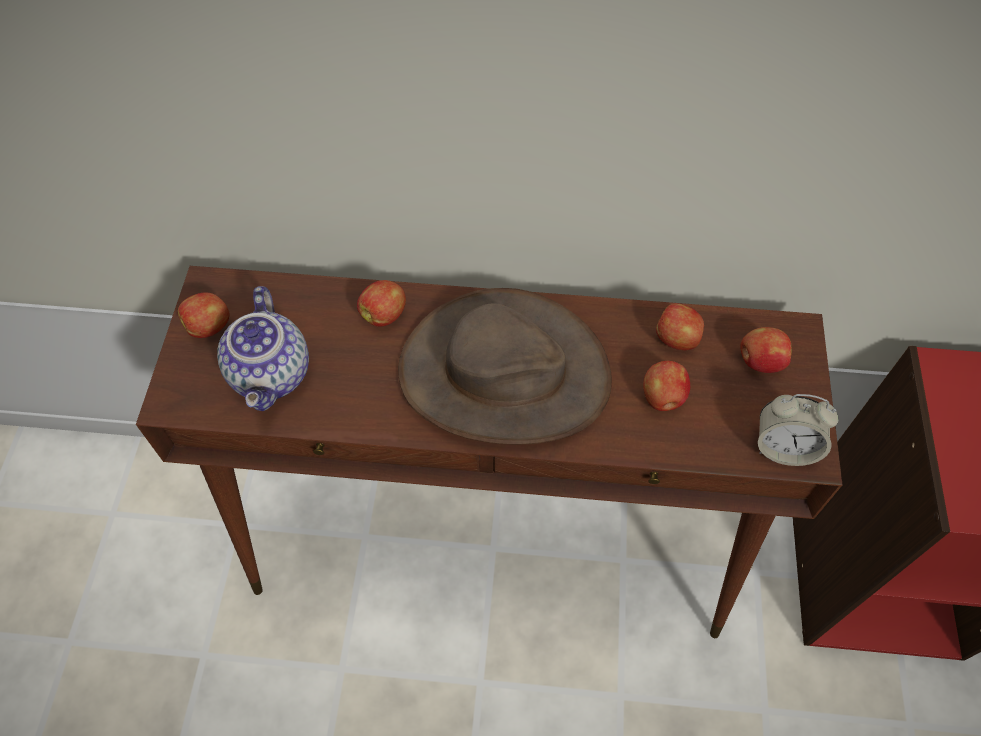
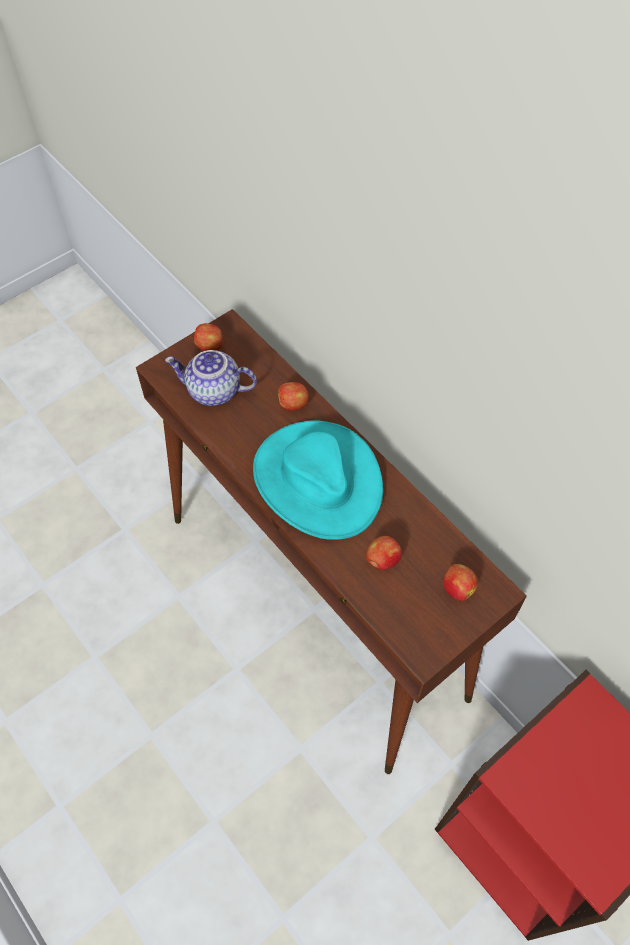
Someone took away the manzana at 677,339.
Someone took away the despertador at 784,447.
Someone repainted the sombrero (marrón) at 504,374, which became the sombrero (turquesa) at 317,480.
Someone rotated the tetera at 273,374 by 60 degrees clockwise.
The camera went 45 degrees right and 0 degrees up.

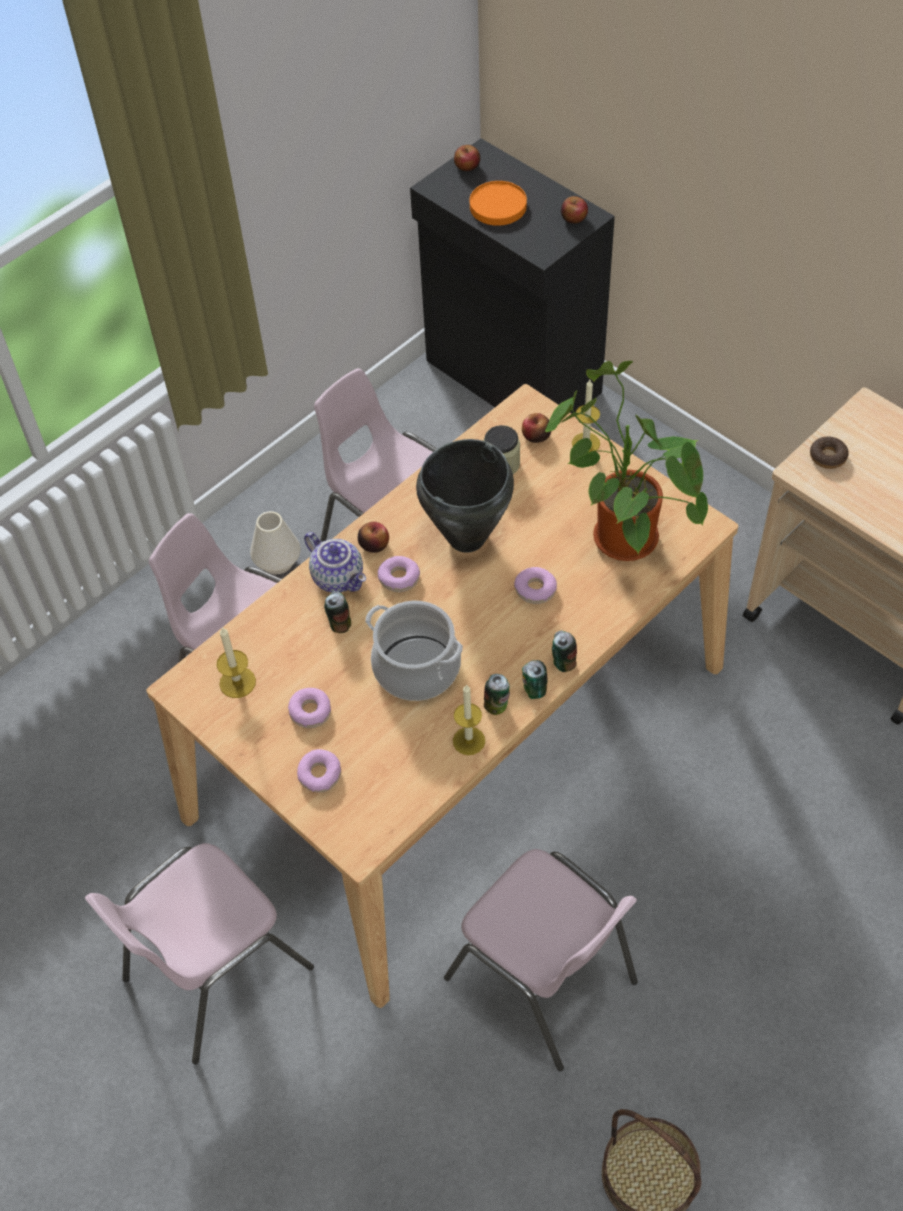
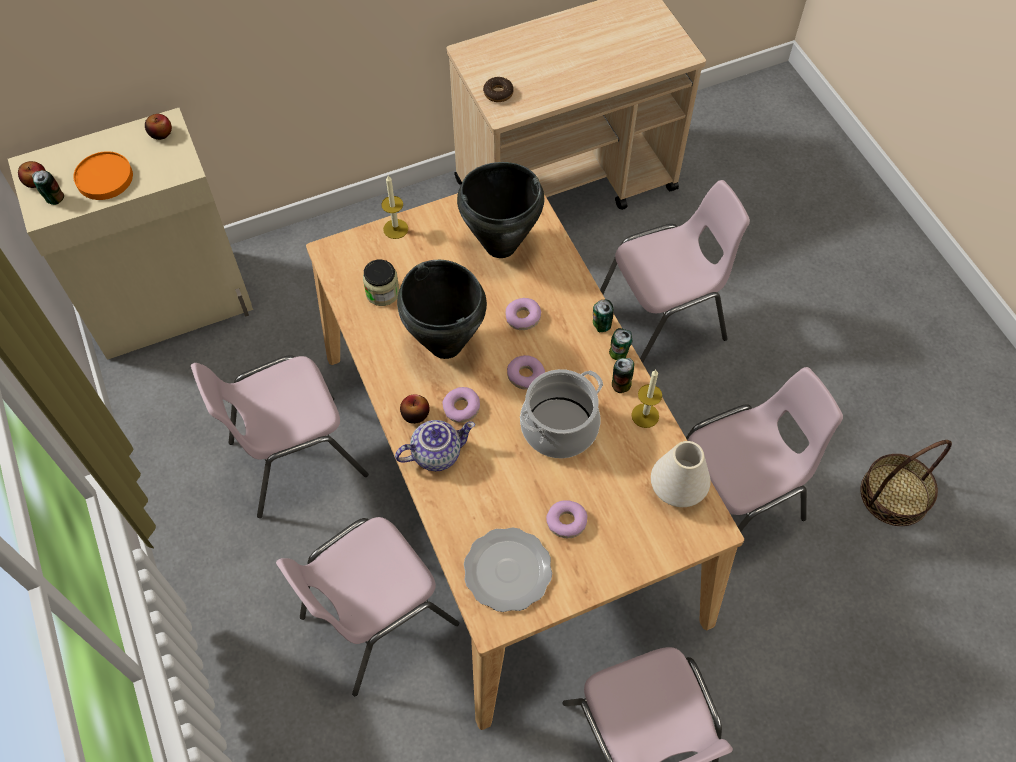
Someone took away the manzana at 536,436.
Someone put down the silla (rosa) at 662,324.
Someone carried the florero (blanco) from 277,561 to 677,489.
Someone carried the rosquilla from 319,775 to 525,376.
Someone carried the lata from 339,624 to 54,198.
Someone swapped the vela at 237,682 for the plato at 509,571.
Someone swapped the planta en maceta at 617,536 for the olla (negro) at 500,245.
Someone repainted the armario (negro) at 512,378, which became the armario (beis) at 173,305.
The camera went 70 degrees left and 5 degrees up.

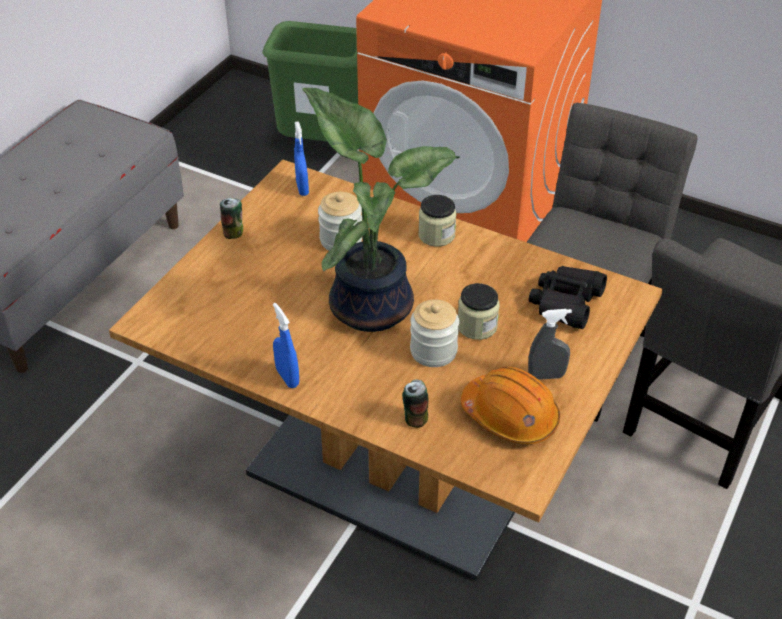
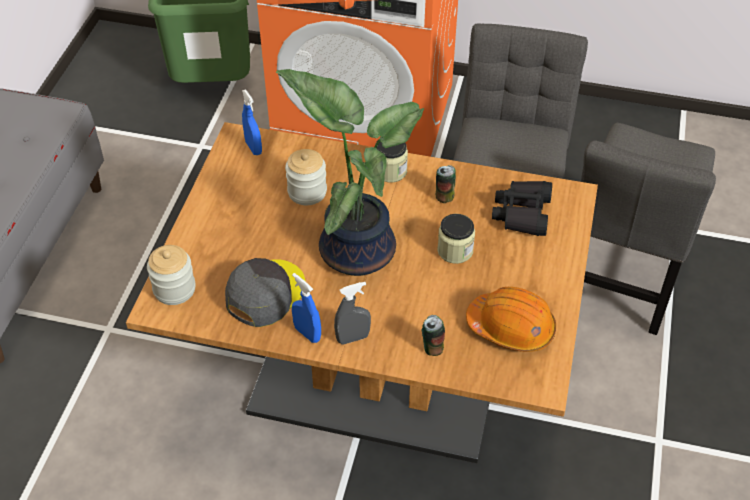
Someone put down the gorra (gris) at 265,293.
Someone carried the lata from 234,233 to 444,196.
Someone carried the tarro from 433,351 to 174,289.
Someone carried the pulverizador (gris) from 546,376 to 353,338.
The camera went 15 degrees left and 5 degrees up.

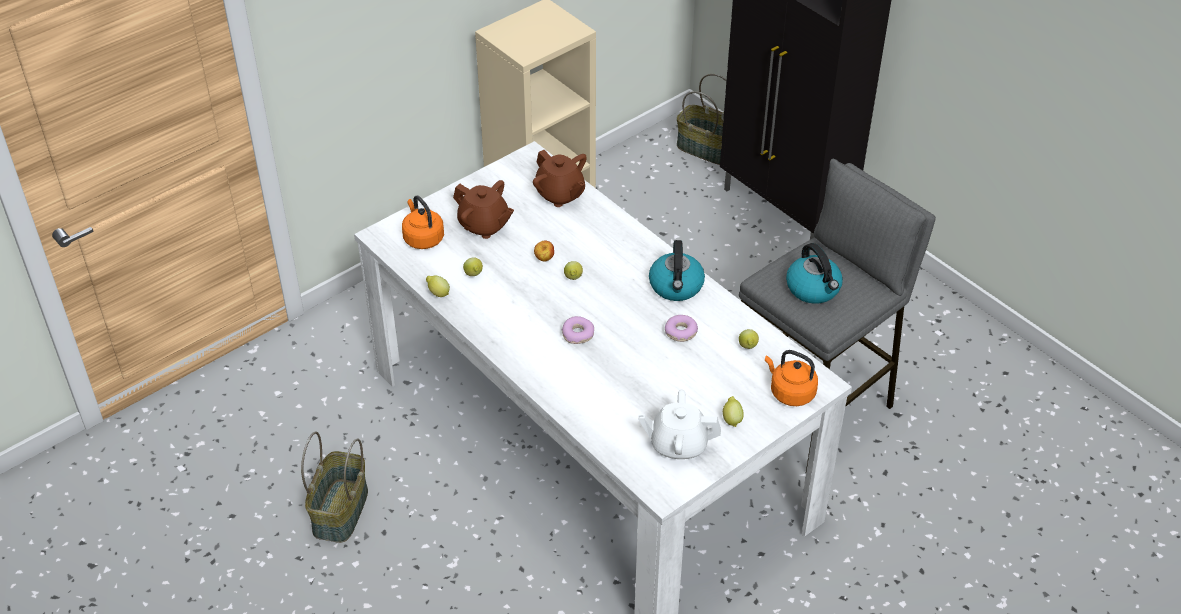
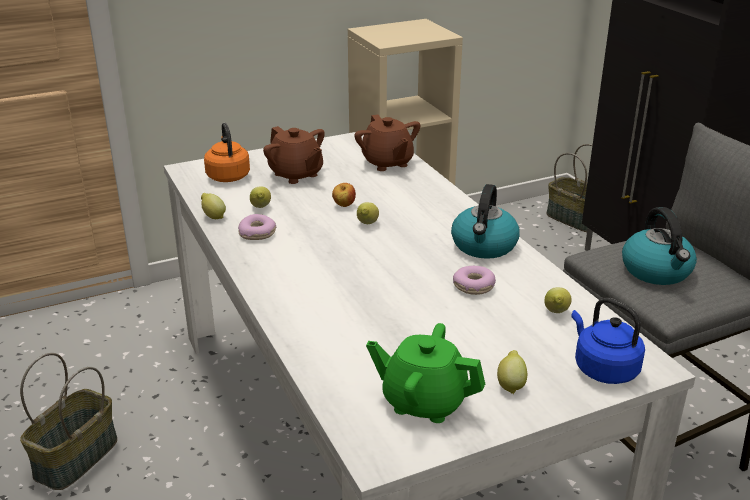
Someone carried the rosquilla from 578,334 to 257,233.
Someone repainted the tetera (blanco) at 678,445, which became the tetera (verde) at 423,401.
Someone repainted the hervidor (naranja) at 790,392, which became the hervidor (azul) at 603,368.
The camera went 15 degrees right and 15 degrees down.

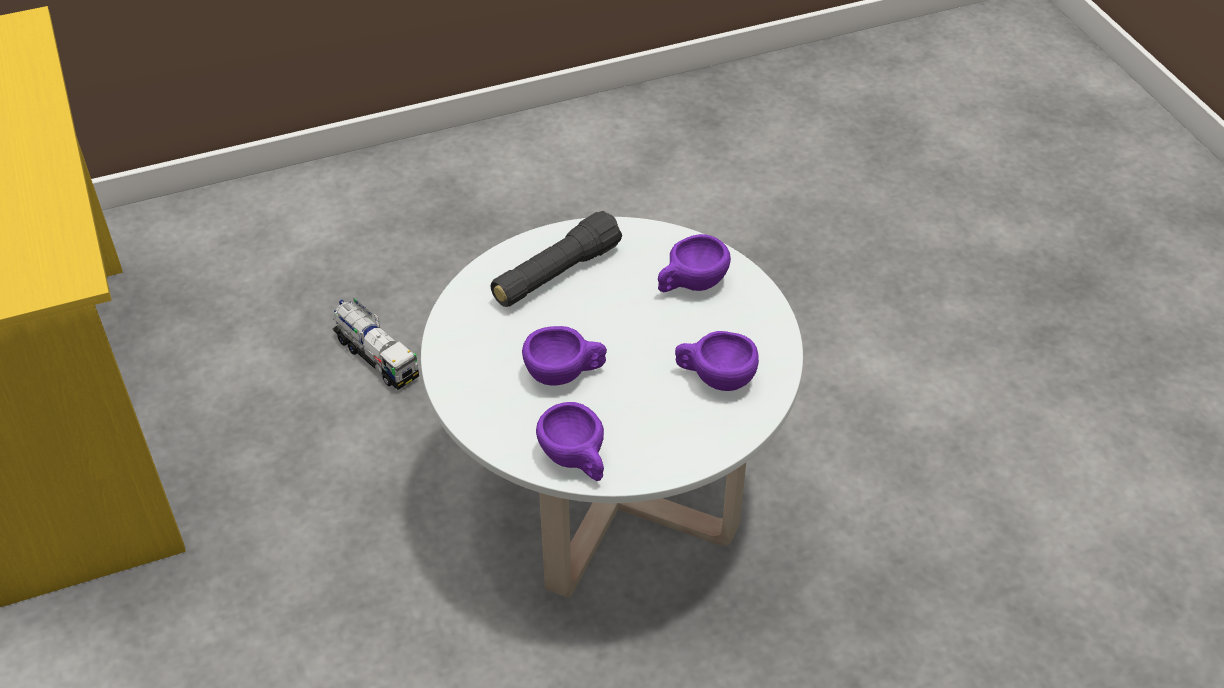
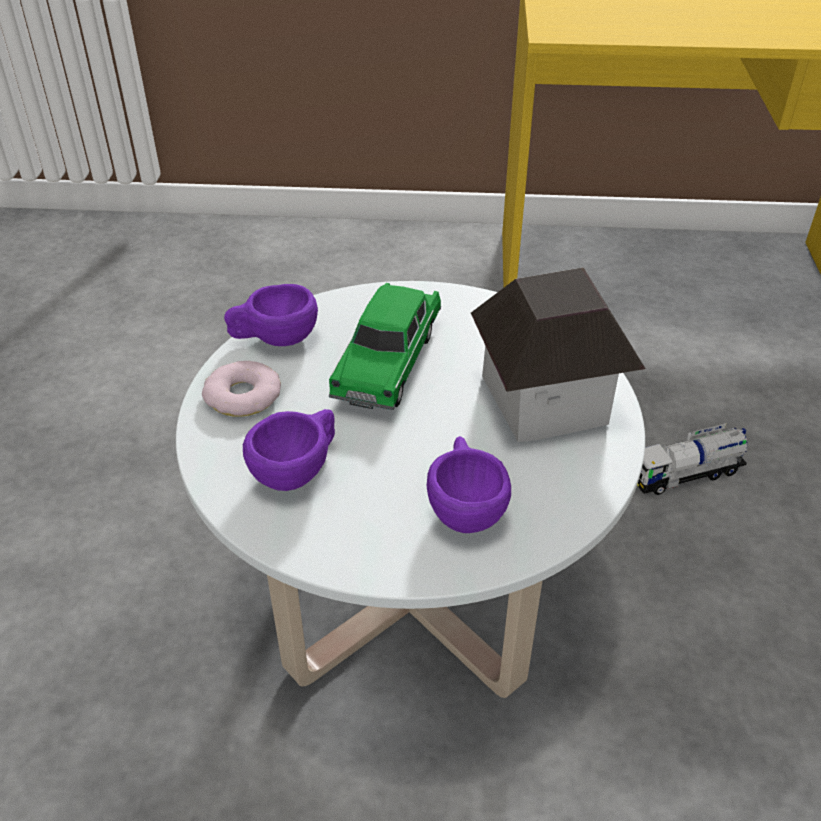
Someone put down the rosquilla at 242,396.
Someone swapped the linterna (negro) at 556,274 for the casita at 546,399.
Someone swapped the taza (morado) at 565,373 for the coche de juguete (verde) at 388,363.
The camera went 115 degrees right and 5 degrees down.

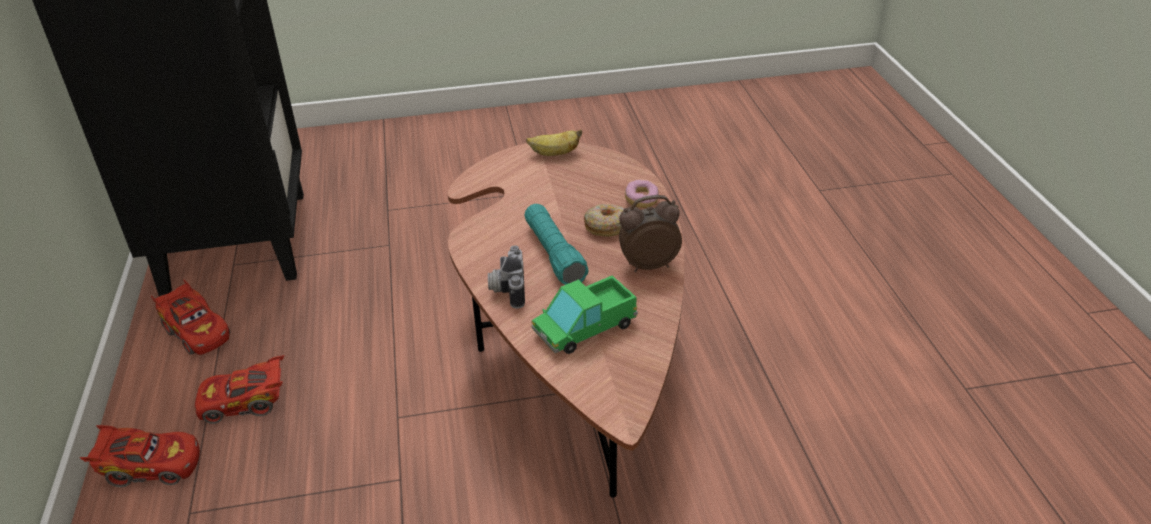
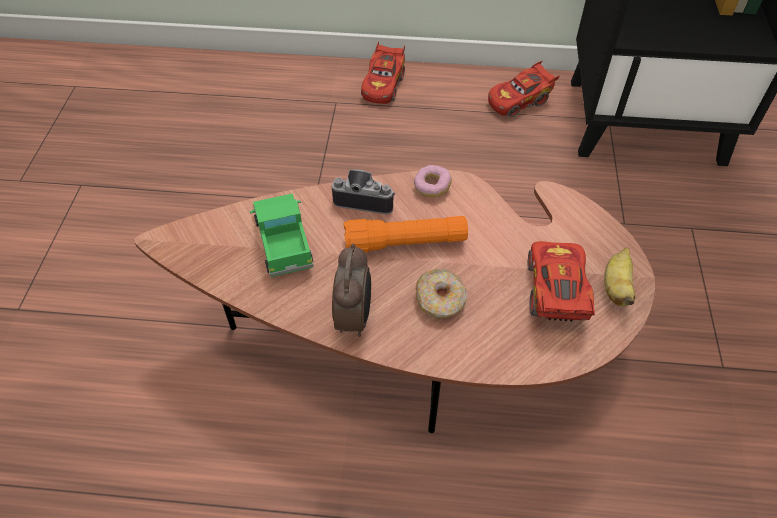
Someone carried the coche de juguete (rojo) from 245,403 to 556,293.
Someone carried the rosquilla from 641,200 to 432,187.
Someone repainted the linterna (turquesa) at 554,254, which became the linterna (naranja) at 405,243.
The camera went 105 degrees right and 15 degrees up.

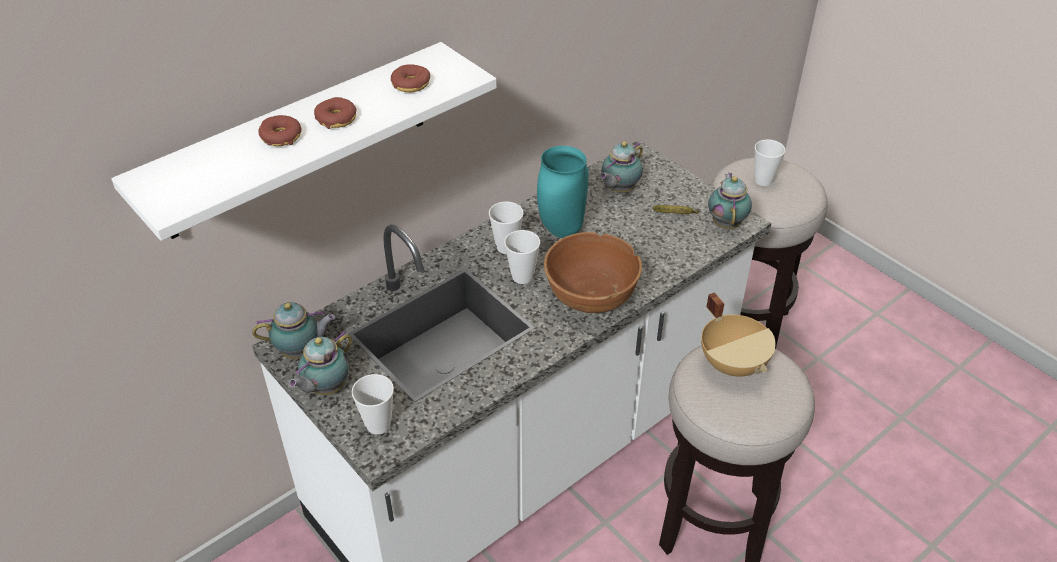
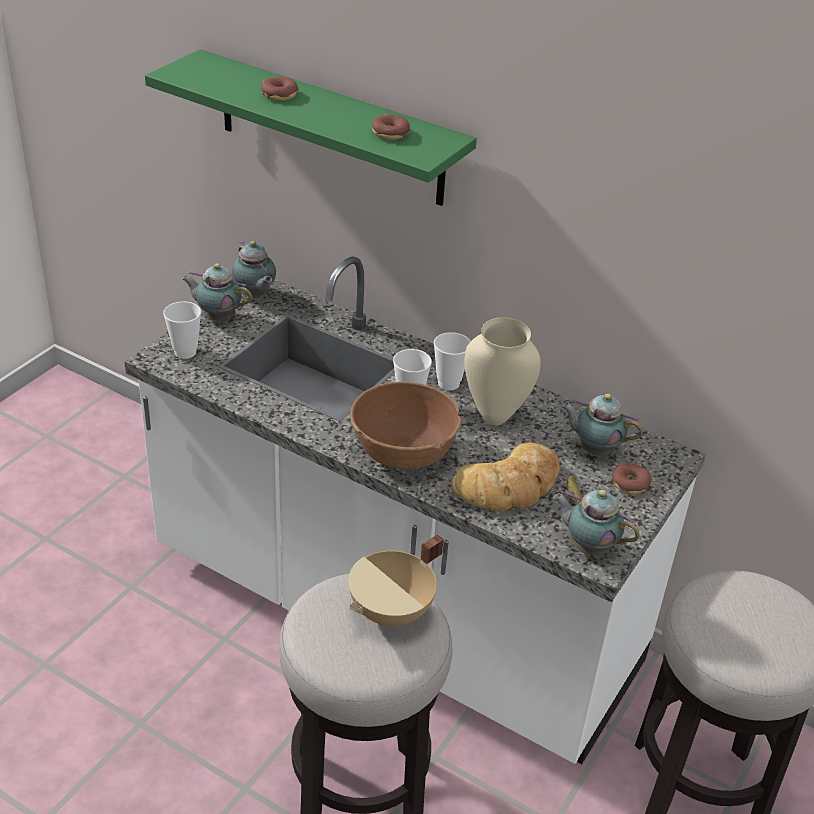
Someone took away the taza at 763,180.
Someone put down the pan at 509,486.
Someone carried the rosquilla from 336,119 to 630,484.
Someone repainted the estante (blanco) at 297,141, which became the estante (verde) at 330,128.
Someone repainted the florero (turquesa) at 560,230, which became the florero (beis) at 496,415.
Someone rotated the tetera at 726,223 by 135 degrees counterclockwise.
The camera went 70 degrees right and 5 degrees down.

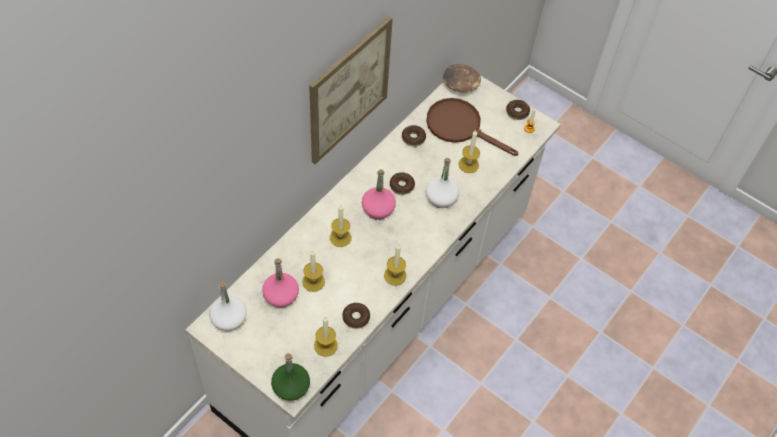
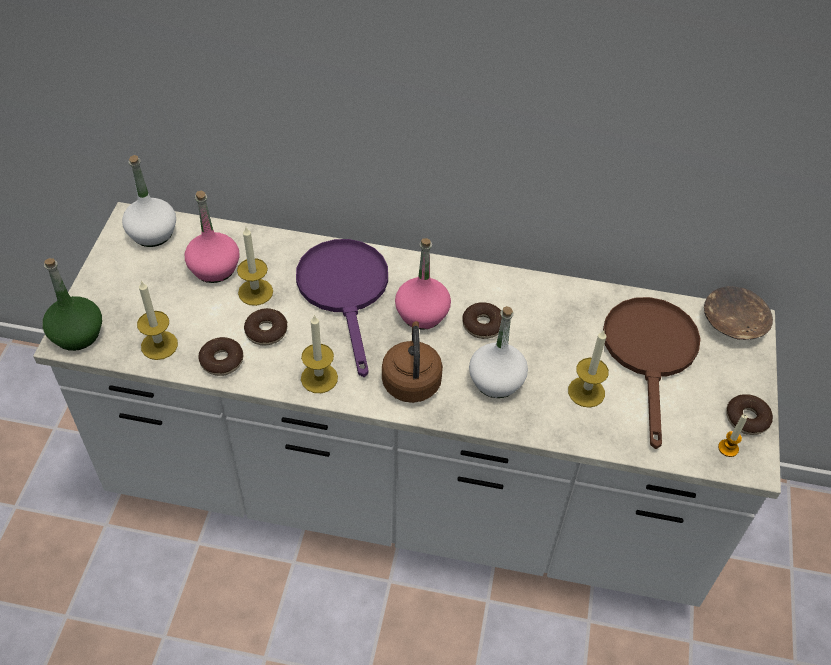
Someone took away the cuadro at 349,90.
Someone put down the hervidor (marrón) at 411,380.
Someone carried the rosquilla from 413,138 to 266,331.
Someone swapped the vela at 340,237 for the sartén (morado) at 345,292.
The camera went 65 degrees right and 5 degrees down.

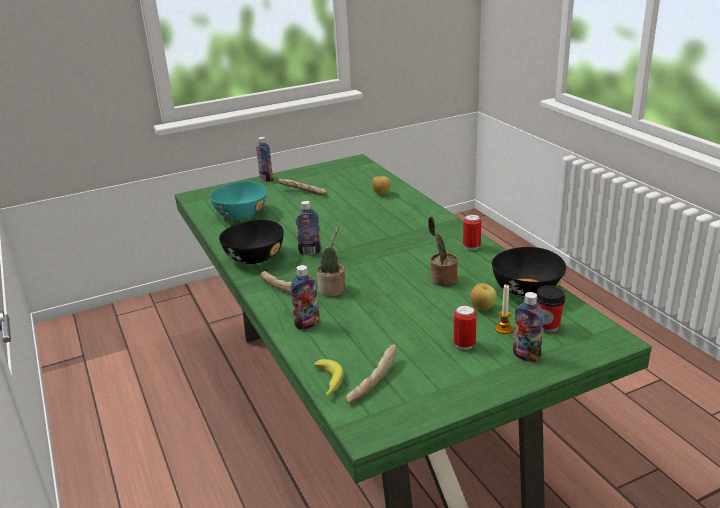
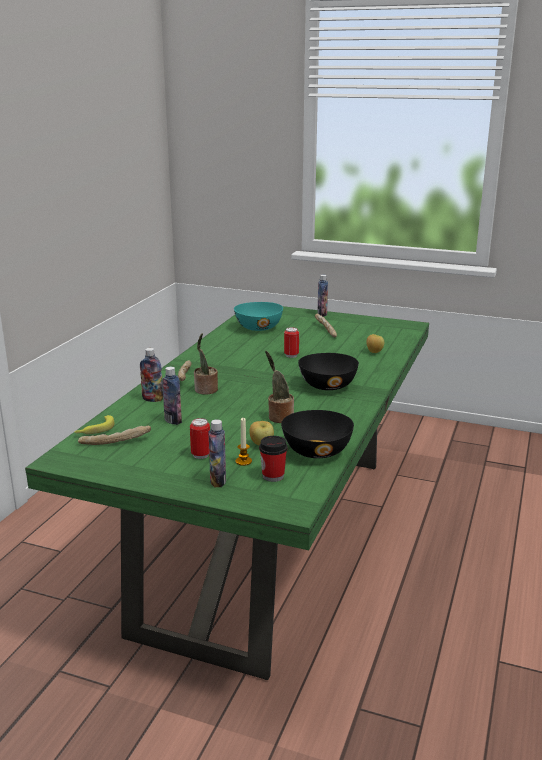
Someone carried the cuenco (negro) from 254,257 to 328,385.
Someone carried the botella from 310,252 to 173,420.
Someone carried the lata from 471,247 to 291,355.
The camera went 45 degrees right and 5 degrees down.

